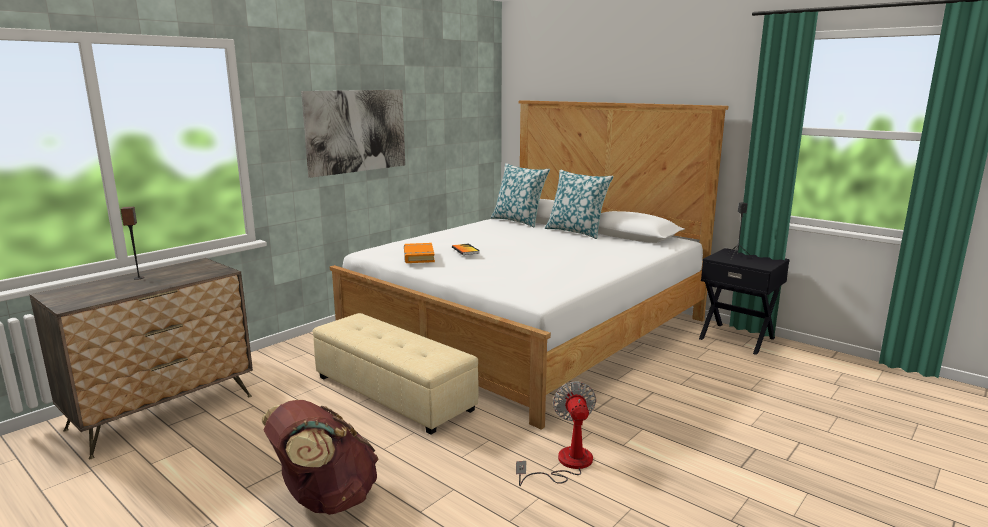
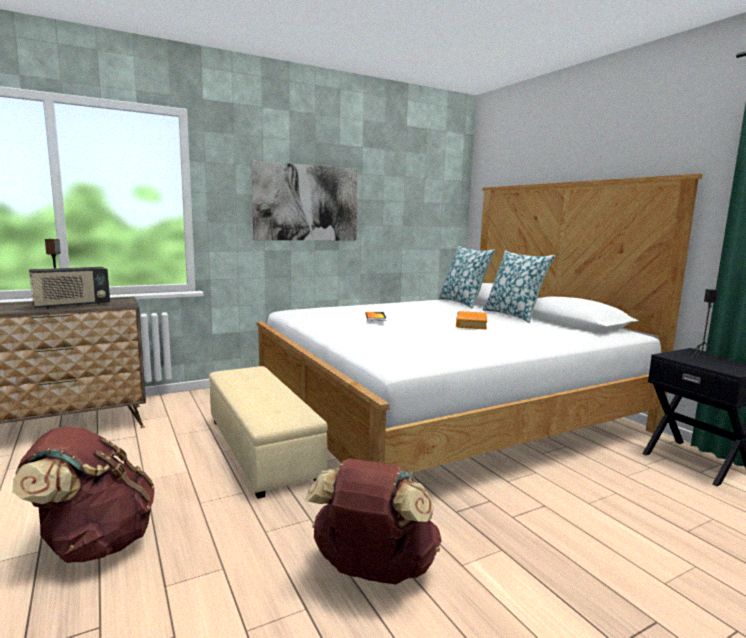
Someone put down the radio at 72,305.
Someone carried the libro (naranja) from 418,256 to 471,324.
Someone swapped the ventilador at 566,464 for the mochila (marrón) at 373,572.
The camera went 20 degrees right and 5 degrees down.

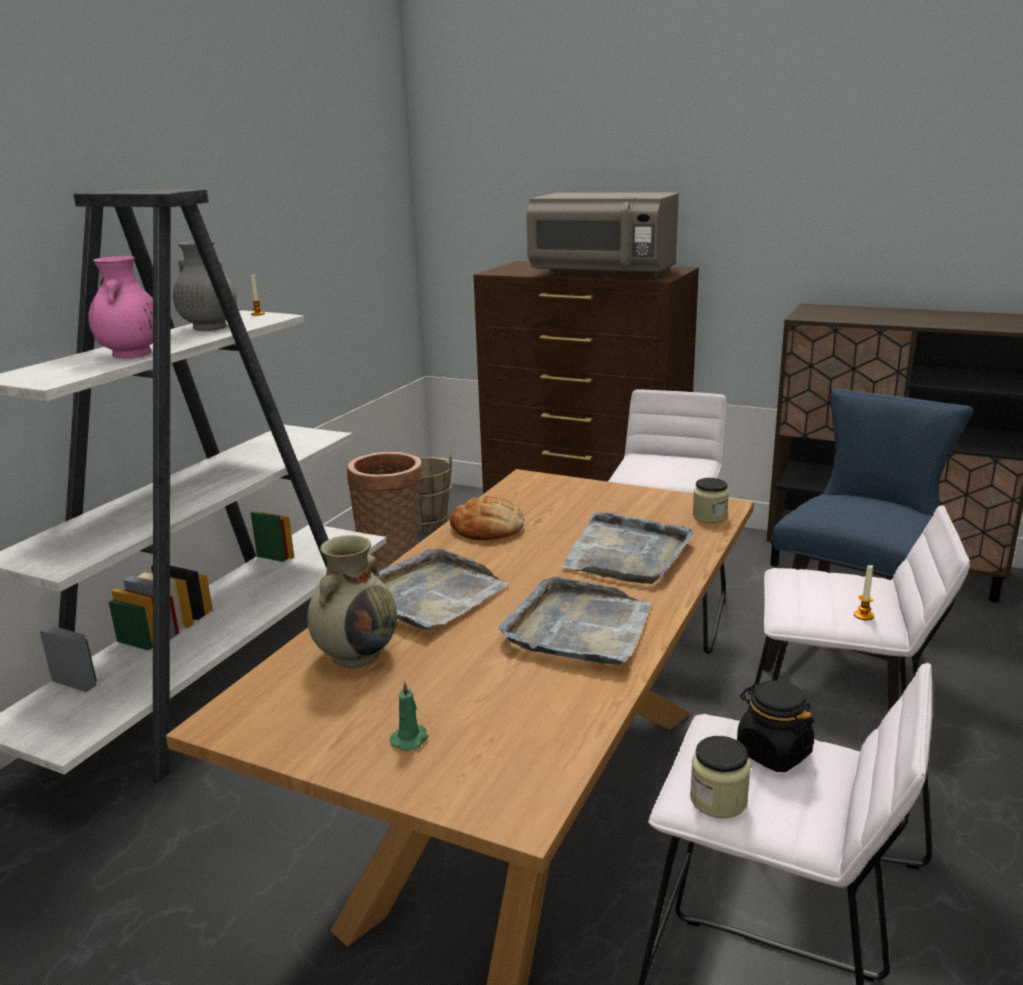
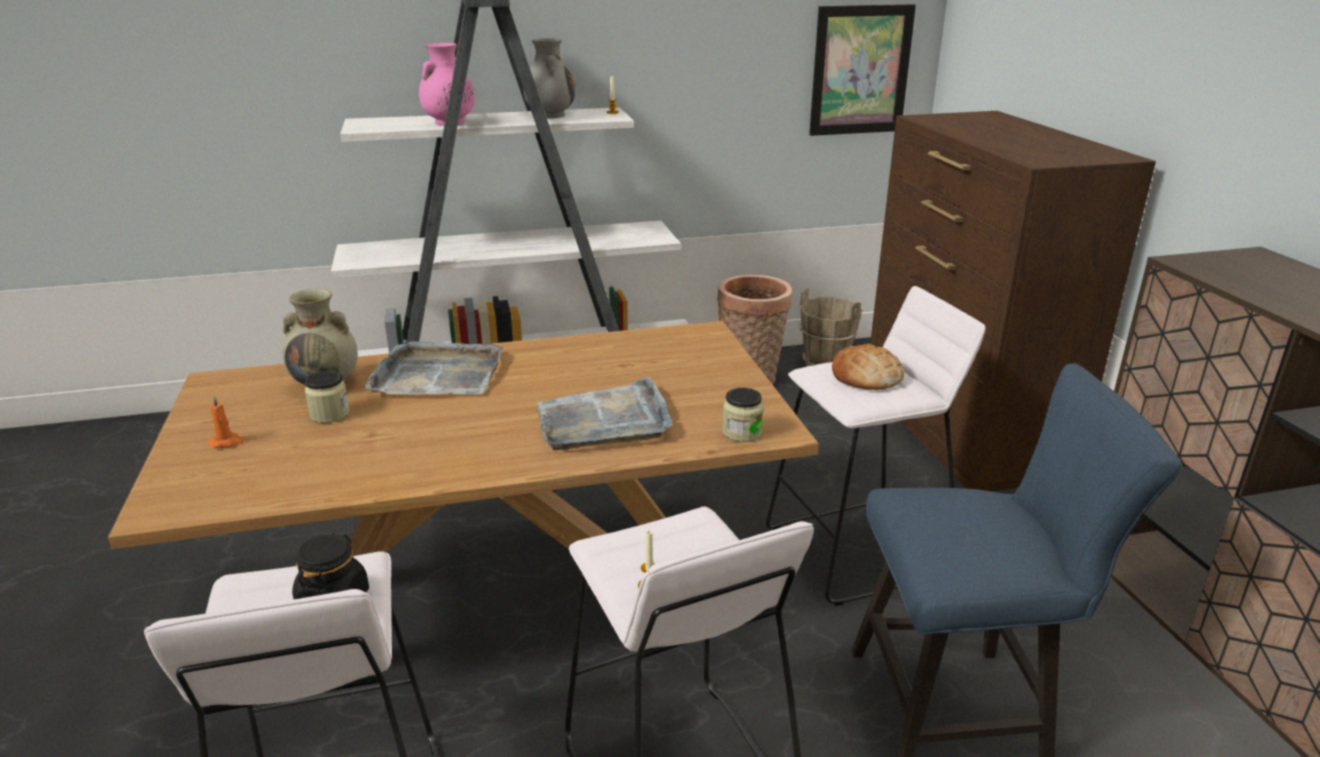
Someone took away the bandeja (gris) at 579,627.
Someone took away the microondas (gris) at 603,274.
Someone put up the cuadro at 860,70.
Someone carried the pan from 488,527 to 866,376.
Someone carried the tarro from 718,800 to 330,414.
Someone repainted the vela (verde) at 410,739, which became the vela (naranja) at 227,442.
The camera went 50 degrees right and 5 degrees up.

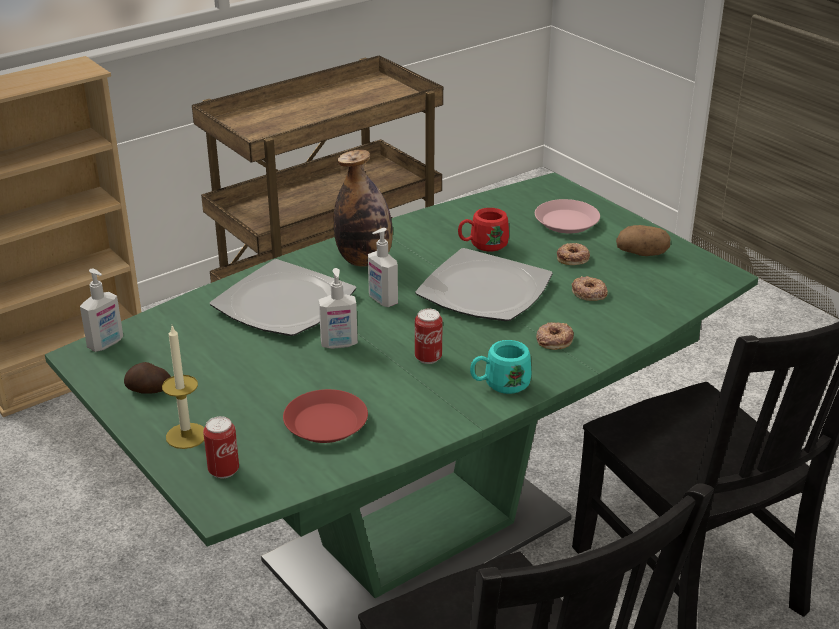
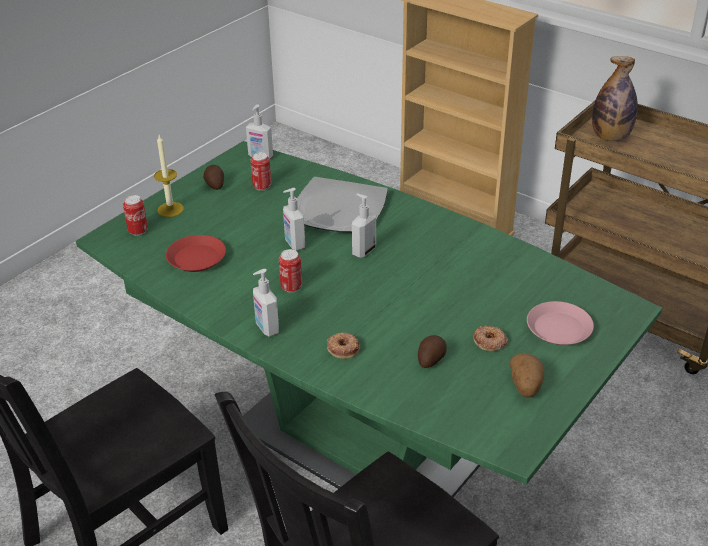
Someone took away the plato at 484,290.
Someone took away the taza grande (rojo) at 482,245.
Someone put down the lata at 262,186.
Someone carried the botella from 364,260 to 610,137.
Someone swapped the taza grande (turquesa) at 499,385 for the dispensador de jabón at 266,328.
Someone swapped the rosquilla at 589,293 for the patata at 430,359.
The camera went 75 degrees right and 5 degrees up.

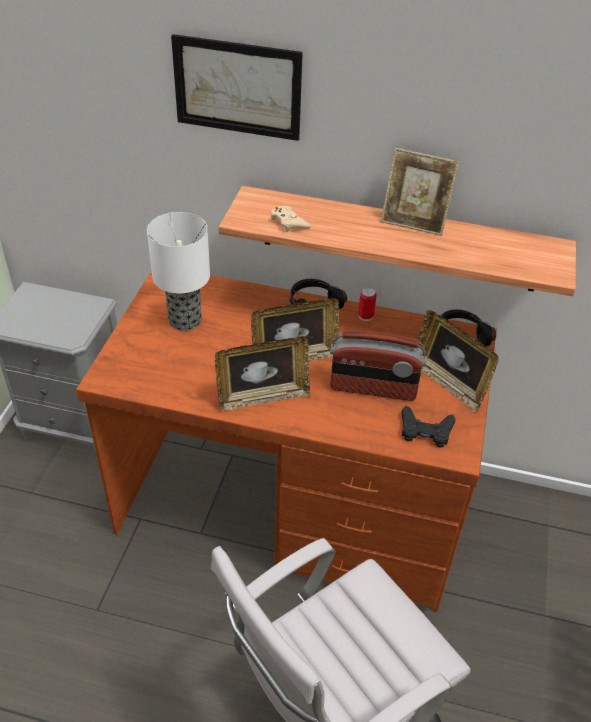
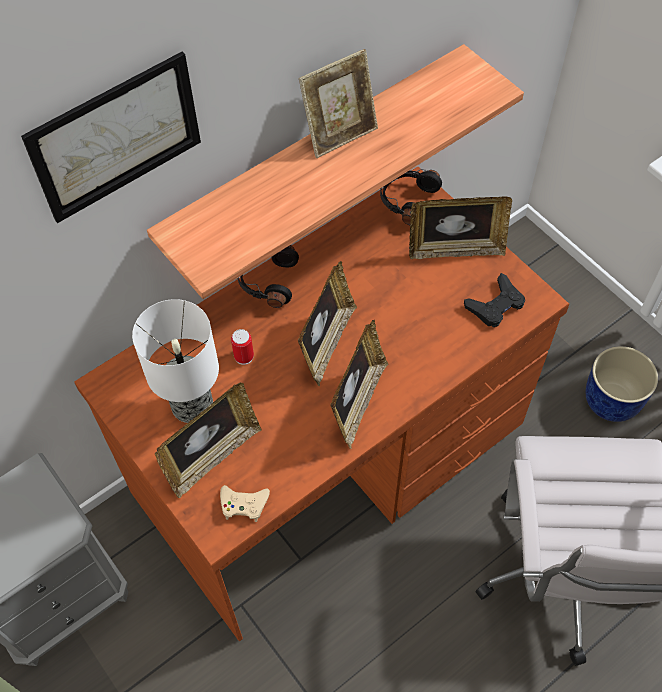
Someone took away the radio at 373,388.
Someone put down the portarretratos at 212,456.
Someone put down the maceta (azul) at 612,399.
Someone carried the mando de consola (beis) from 289,223 to 243,504.
Someone carried the lata from 365,316 to 244,356.
The camera went 50 degrees left and 15 degrees up.

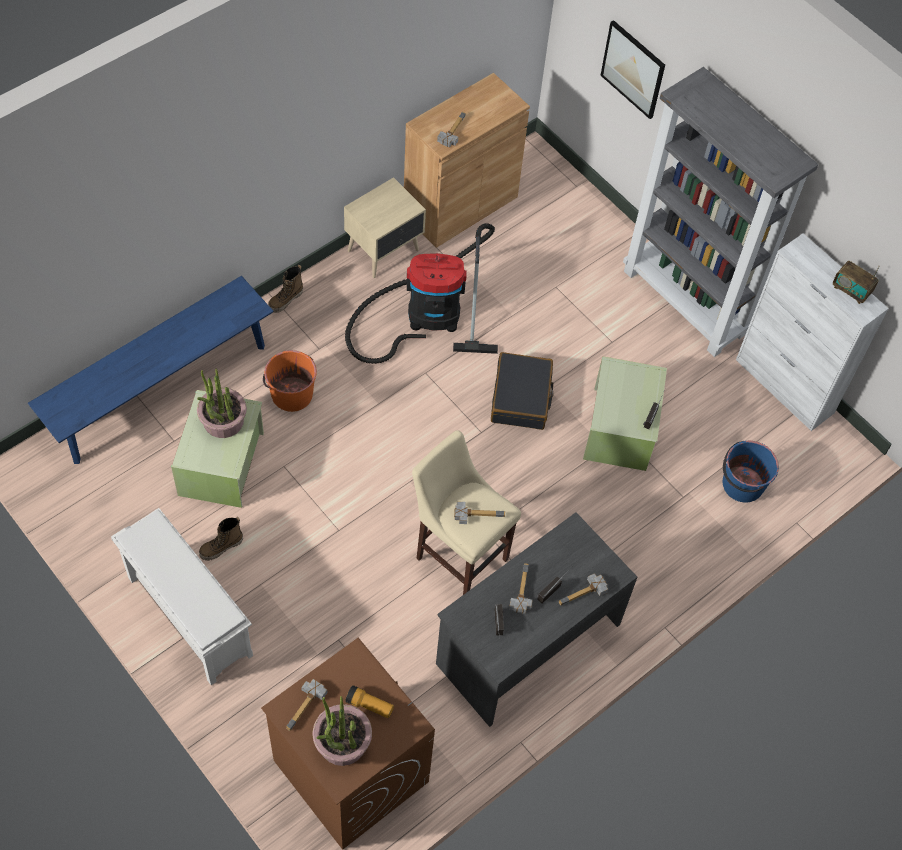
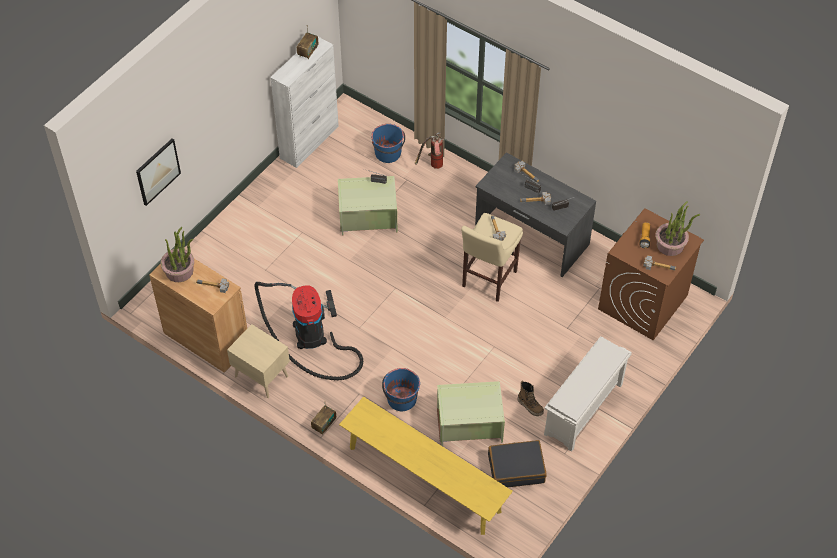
Someone took away the estantería (gris) at 685,303.
Someone put down the extintor at 432,166.
Someone carried the planta en maceta from 223,421 to 179,271.
Someone carried the maleta (negro) from 521,397 to 516,468.
Someone swapped the bota at 286,300 for the radio at 324,424.
Someone repainted the banco (azul) at 160,389, which became the banco (amarillo) at 424,479.
Someone repainted the cubo (naranja) at 291,394, which became the cubo (azul) at 401,399.
The camera went 100 degrees left and 5 degrees down.

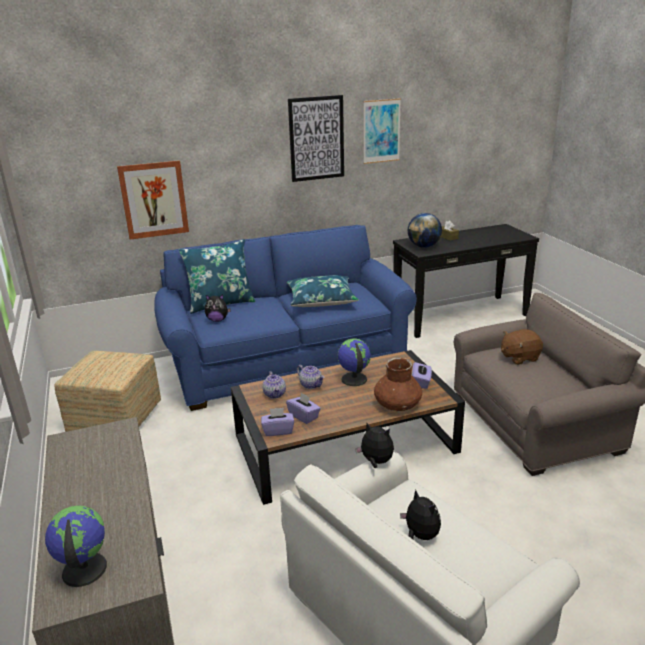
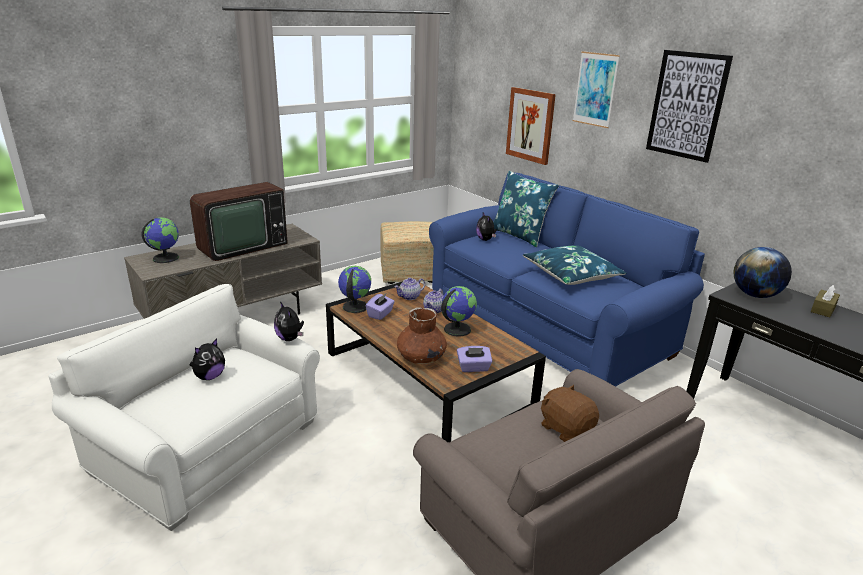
Someone put down the televisor at 240,246.
Someone carried the cuadro from 381,131 to 595,89.
Someone swapped the caja de pañuelos (morado) at 278,430 for the globo terráqueo at 354,307.
Someone rotated the peluche at 376,462 by 135 degrees clockwise.
The camera went 70 degrees right and 0 degrees up.

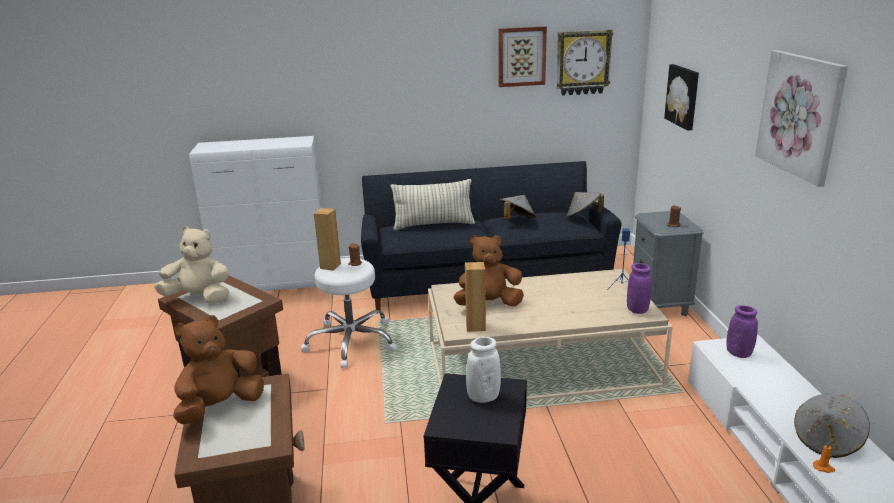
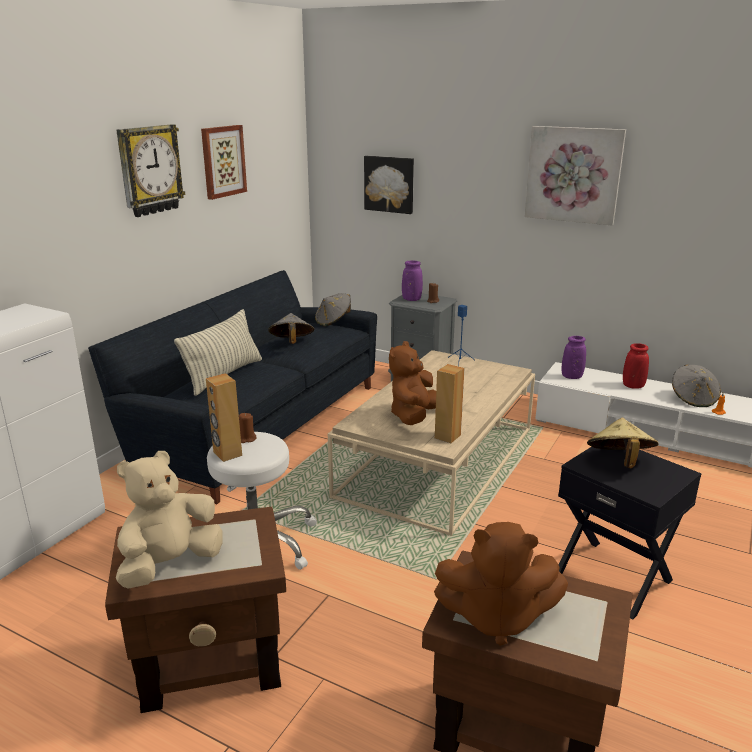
Someone put down the florero (rojo) at 633,386.
Someone carried the reloj de pared from 582,62 to 149,170.
Someone carried the florero (morado) from 637,310 to 411,299.
Someone swapped the florero (blanco) at 483,397 for the sombrero (beis) at 619,462.
Someone rotated the peluche (marrón) at 220,407 by 75 degrees counterclockwise.
The camera went 55 degrees left and 0 degrees up.

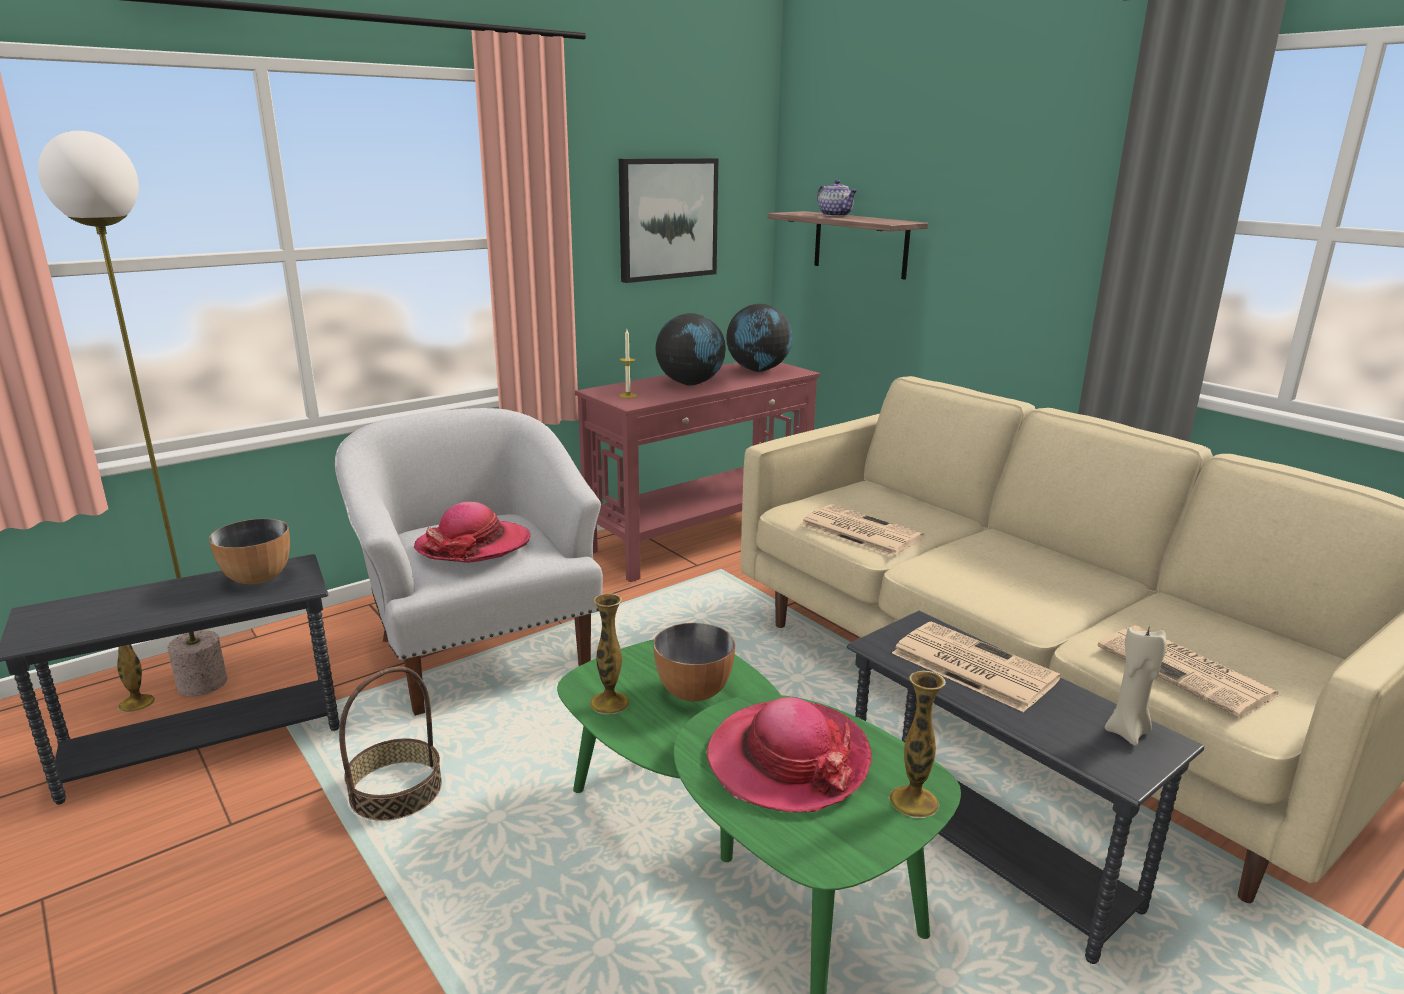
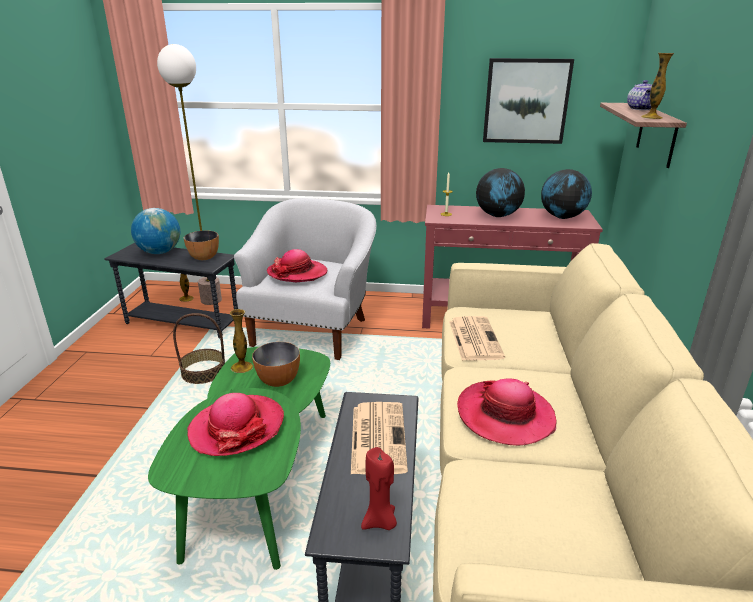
Someone took away the periódico at 1187,671.
Someone put down the globo terráqueo at 160,252.
Someone put down the sombrero at 505,415.
Someone carried the florero from 914,801 to 651,117.
Someone repainted the vela (beis) at 1127,732, which became the vela (rojo) at 380,522.
The camera went 45 degrees right and 5 degrees up.

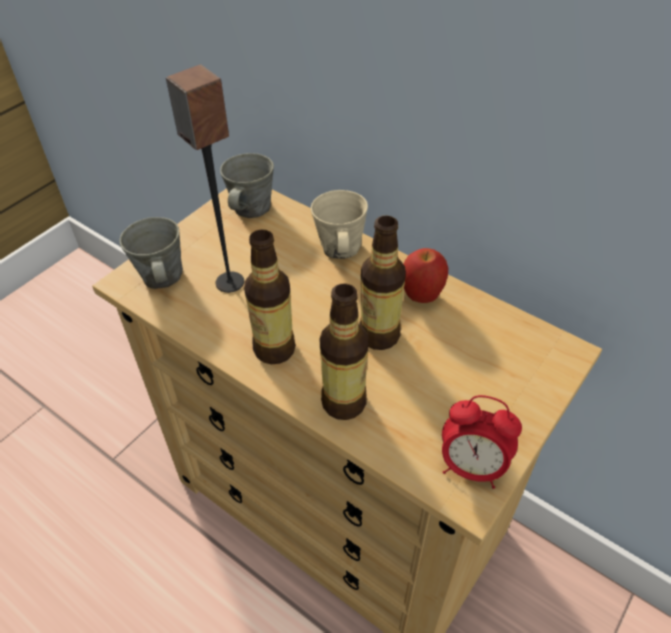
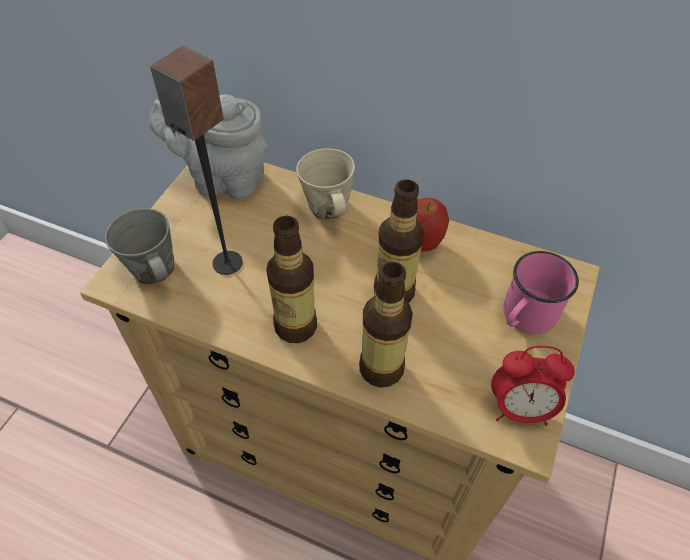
Someone put down the taza grande (rosa) at 524,317.
Someone swapped the taza grande (gris) at 250,209 for the tetera (gris) at 224,180.
The camera went 15 degrees left and 5 degrees up.

